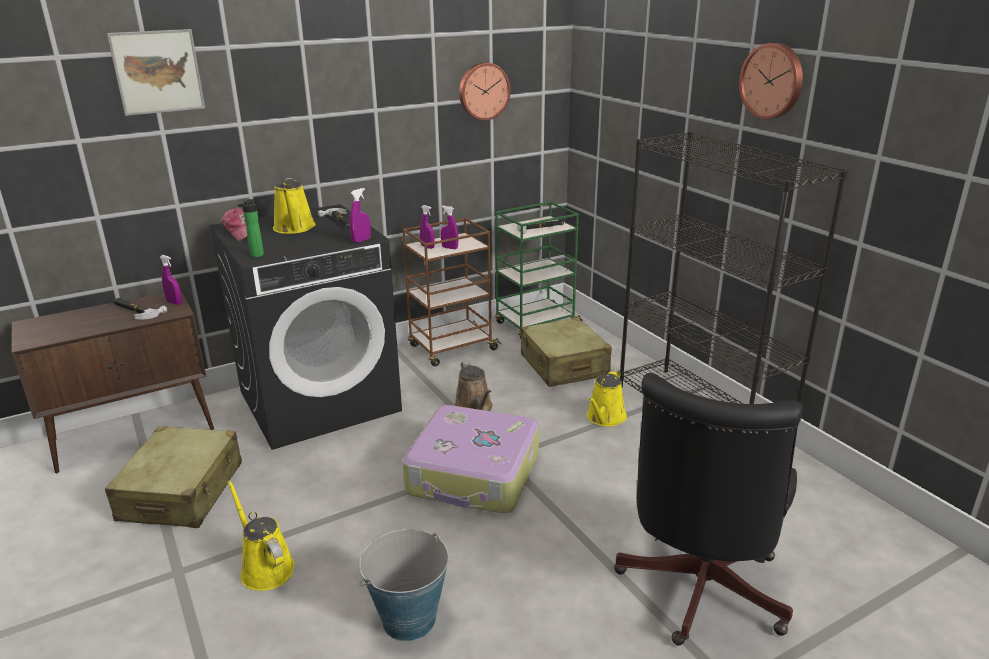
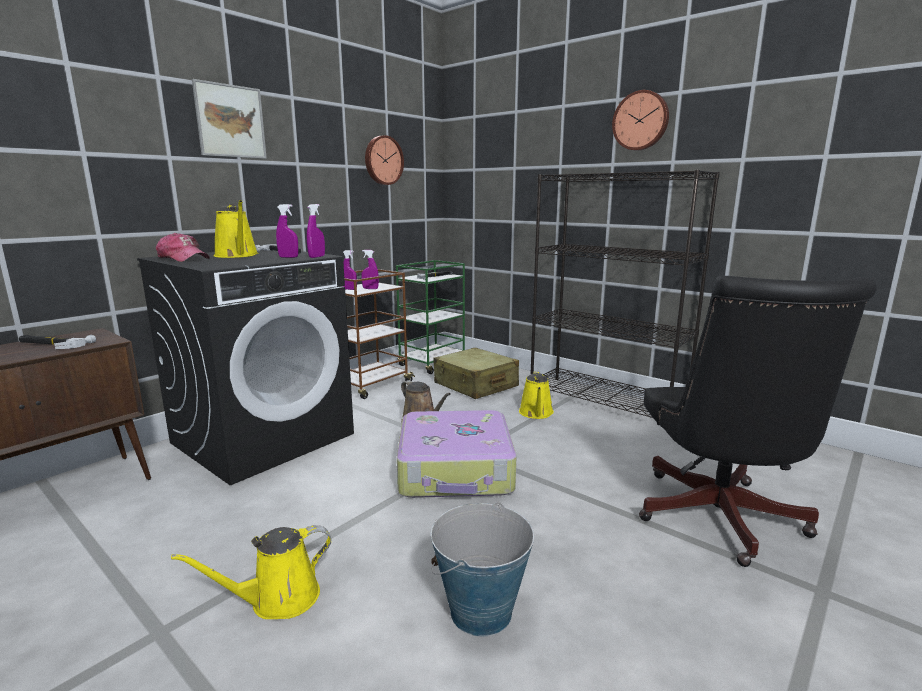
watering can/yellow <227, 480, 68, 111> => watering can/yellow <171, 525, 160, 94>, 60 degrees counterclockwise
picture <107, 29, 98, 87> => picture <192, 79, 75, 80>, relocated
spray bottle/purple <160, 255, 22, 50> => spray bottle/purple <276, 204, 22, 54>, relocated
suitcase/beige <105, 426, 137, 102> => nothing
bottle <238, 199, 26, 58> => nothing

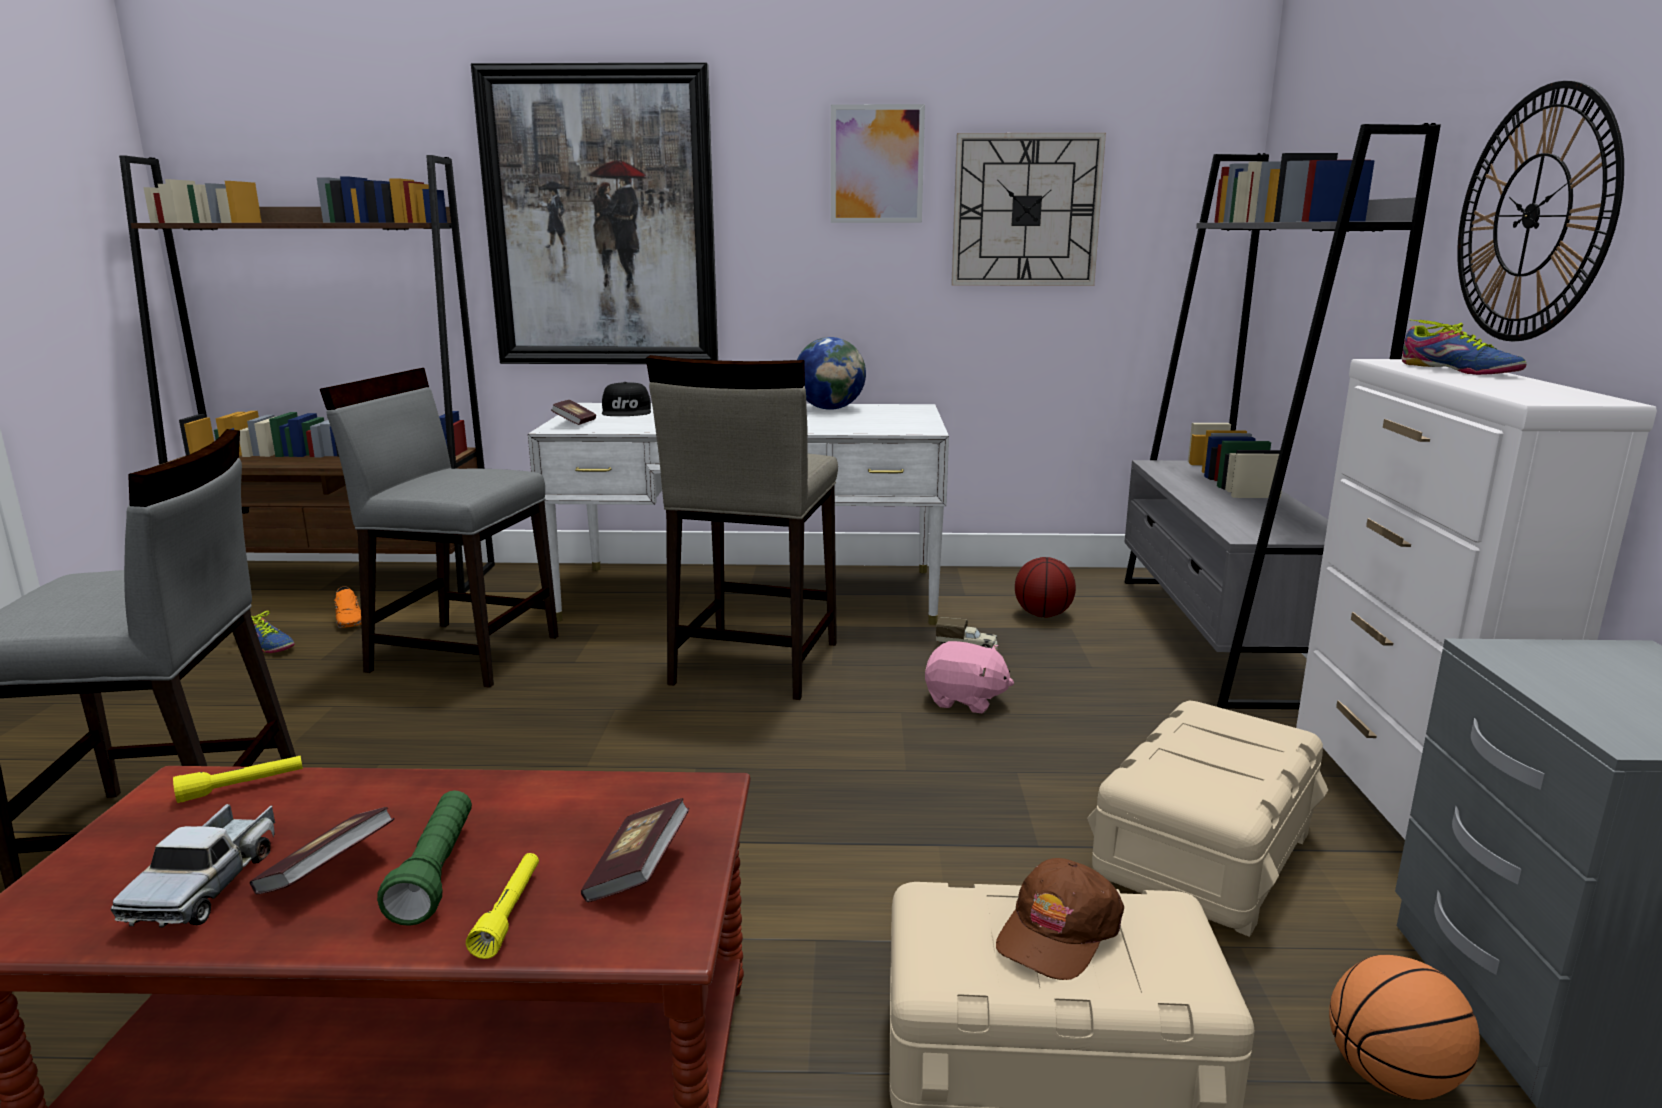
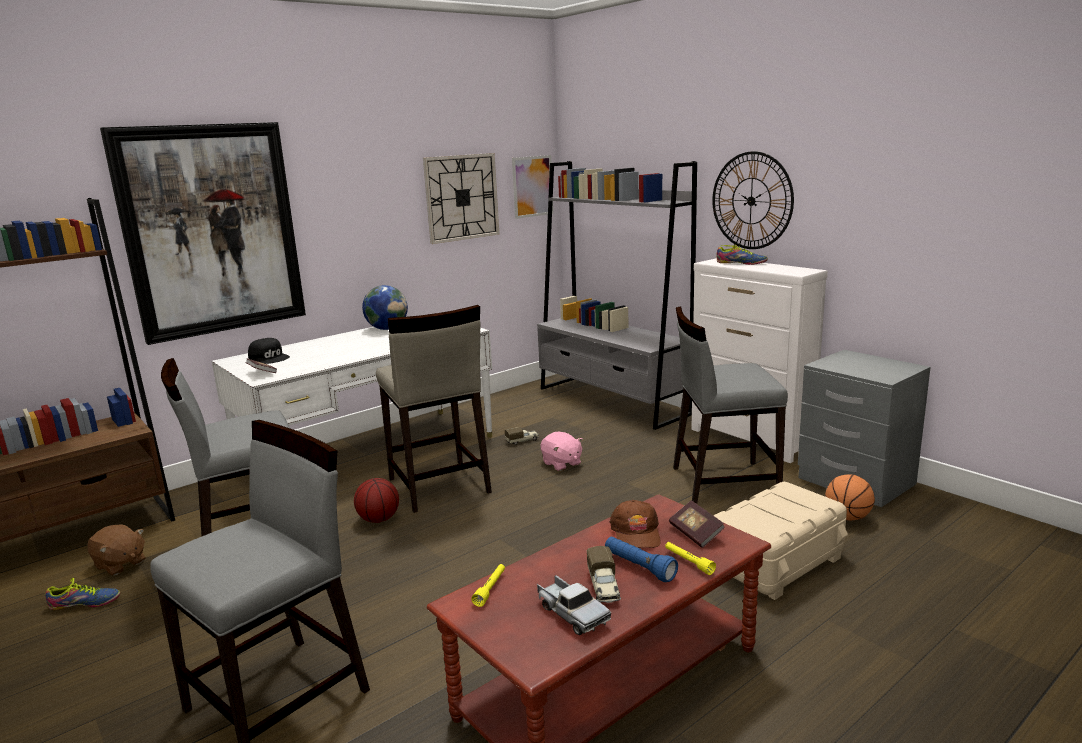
shoe/orange <334, 586, 27, 42> => plush toy/brown <87, 524, 59, 52>
basketball <1015, 557, 61, 61> => basketball <354, 478, 45, 45>, relocated
picture <831, 104, 94, 119> => picture <512, 155, 41, 64>, relocated
plush toy/pink <925, 641, 89, 73> => plush toy/pink <540, 432, 43, 39>, 75 degrees clockwise
book <250, 807, 144, 87> => toy truck <587, 546, 34, 57>
flashlight/green <377, 791, 95, 135> => flashlight/blue <605, 537, 73, 45>
cap/brown <996, 858, 128, 122> => cap/brown <610, 500, 51, 48>, relocated
storage box/beige <1087, 700, 241, 237> => chair/grey <673, 306, 115, 198>

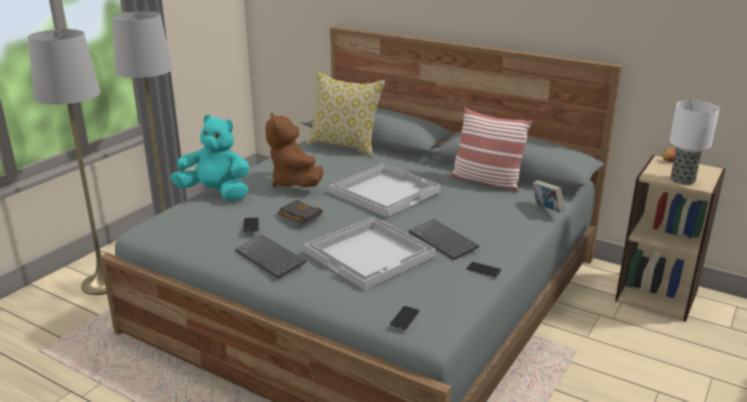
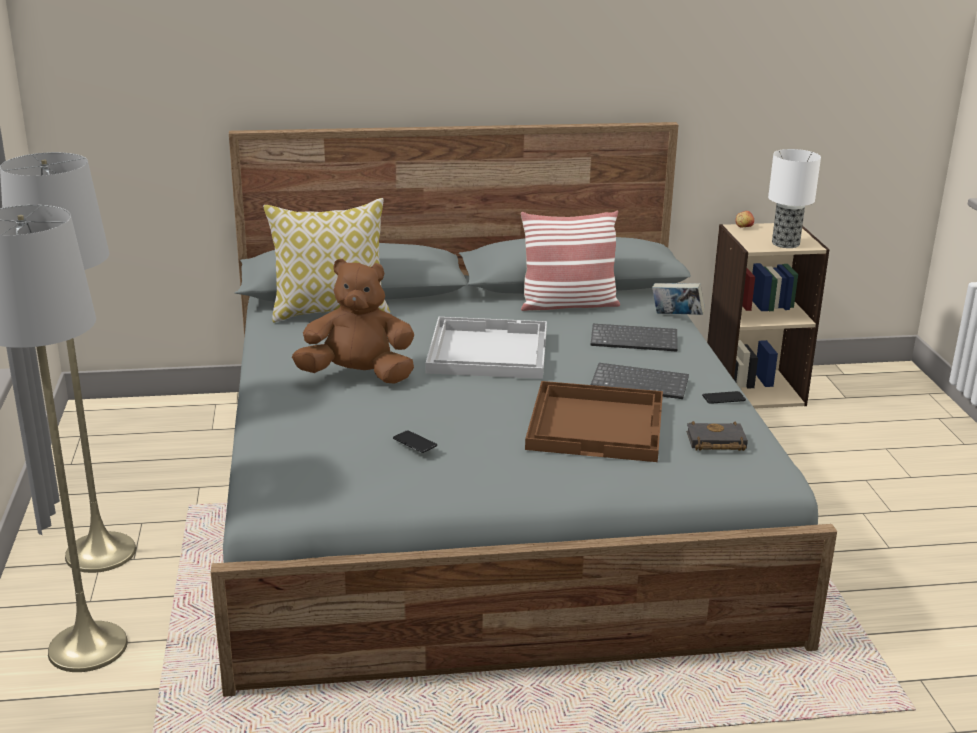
plush toy/brown <266, 112, 58, 75> => plush toy/brown <292, 259, 122, 125>, 150 degrees clockwise
tray/white <304, 217, 132, 73> => tray/brown <525, 381, 138, 81>
keyboard <235, 235, 71, 43> => keyboard <591, 324, 86, 27>, relocated
book/black <278, 200, 45, 24> => book/black <686, 421, 62, 30>, relocated
plush toy/turquoise <171, 115, 78, 86> => nothing
phone <390, 306, 29, 23> => nothing

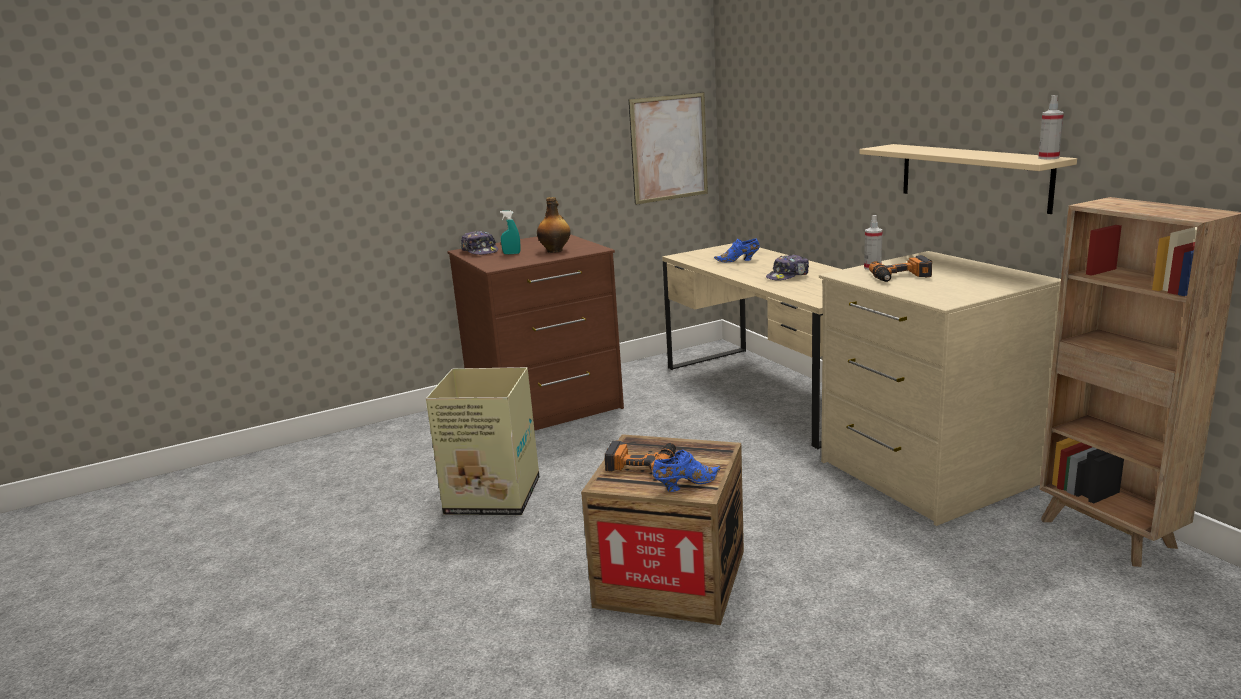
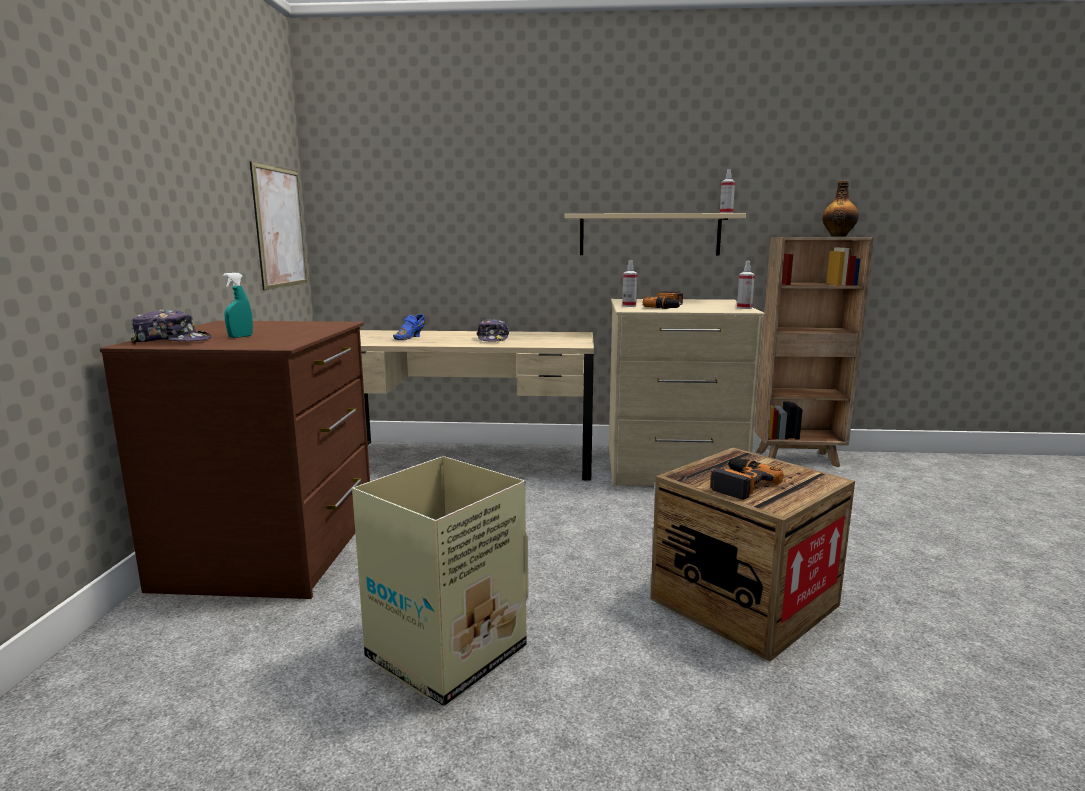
nothing => spray bottle <737, 261, 18, 48>
bottle <537, 197, 34, 56> => bottle <822, 181, 37, 56>, relocated
shoe/blue <653, 450, 68, 42> => nothing

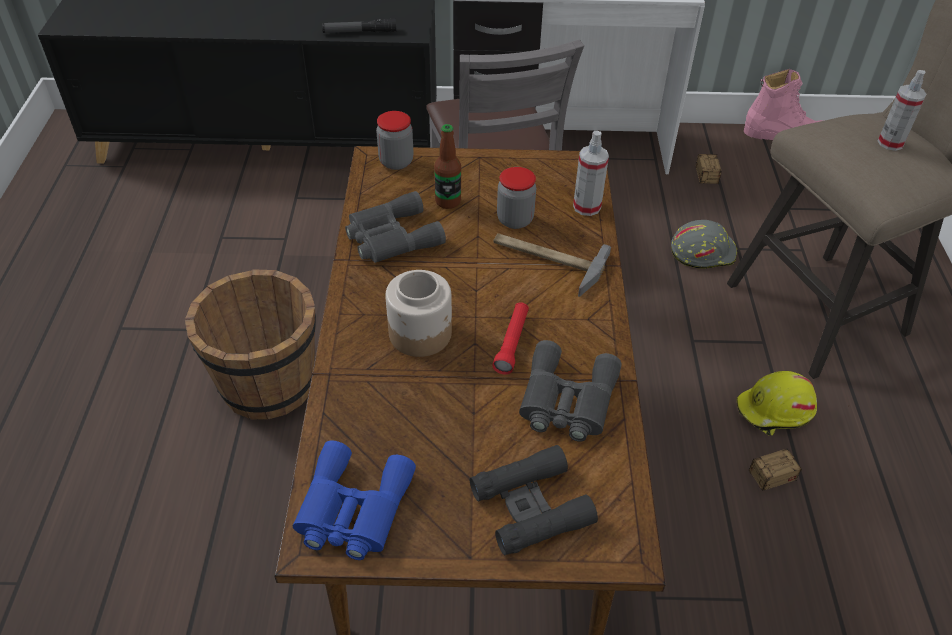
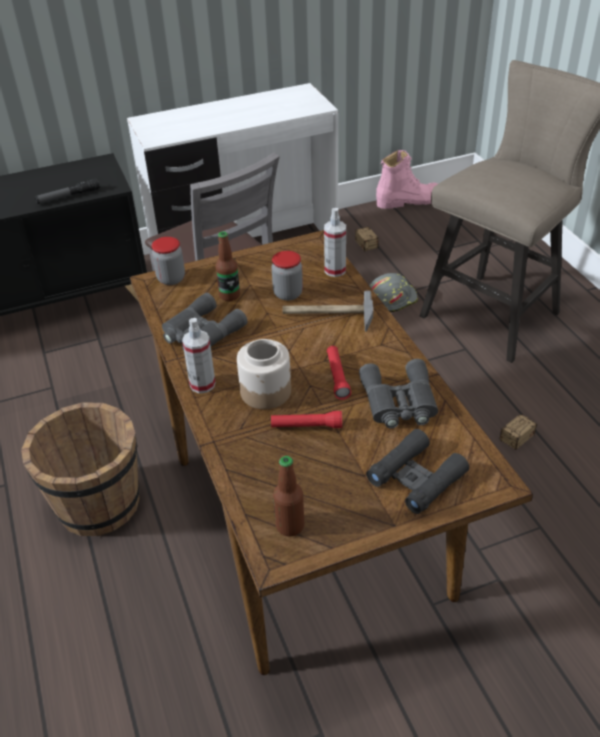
spray bottle <878, 70, 48, 81> => spray bottle <182, 318, 34, 75>, relocated
nothing => flashlight/red <271, 411, 71, 17>
binoculars/blue <293, 441, 123, 119> => bottle <273, 456, 31, 81>
hard hat/yellow <736, 371, 81, 64> => nothing

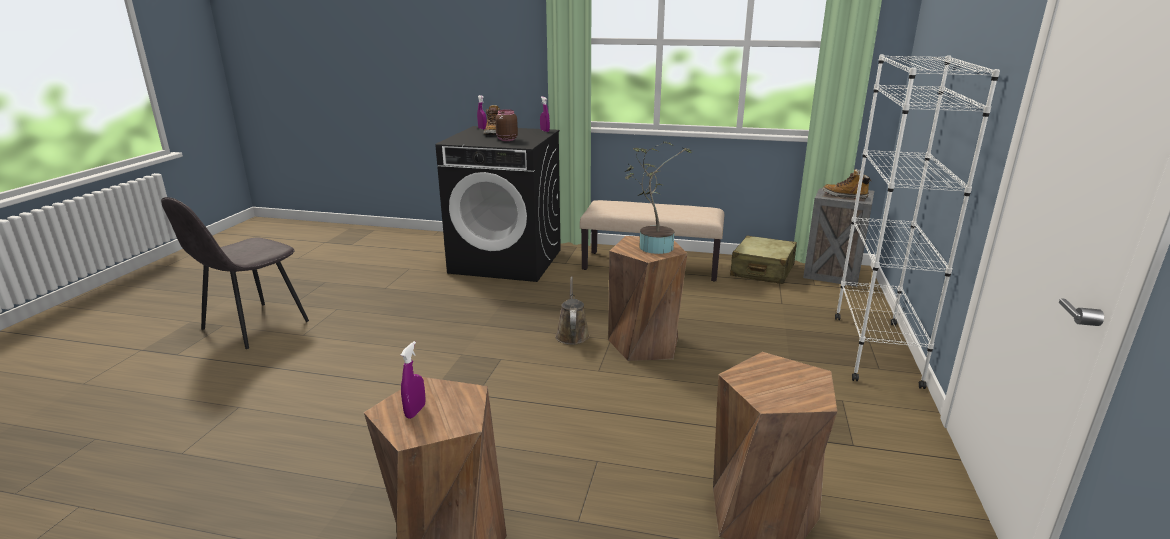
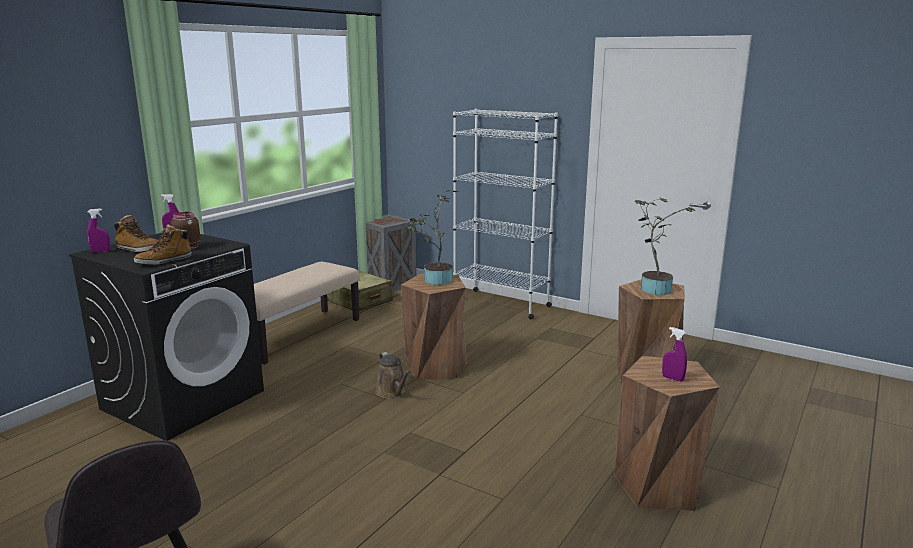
boot <823, 169, 48, 30> => boot <134, 224, 58, 41>, relocated
watering can/brown <555, 276, 35, 69> => watering can/brown <376, 352, 34, 47>, 135 degrees counterclockwise
nothing => potted plant <635, 198, 60, 97>

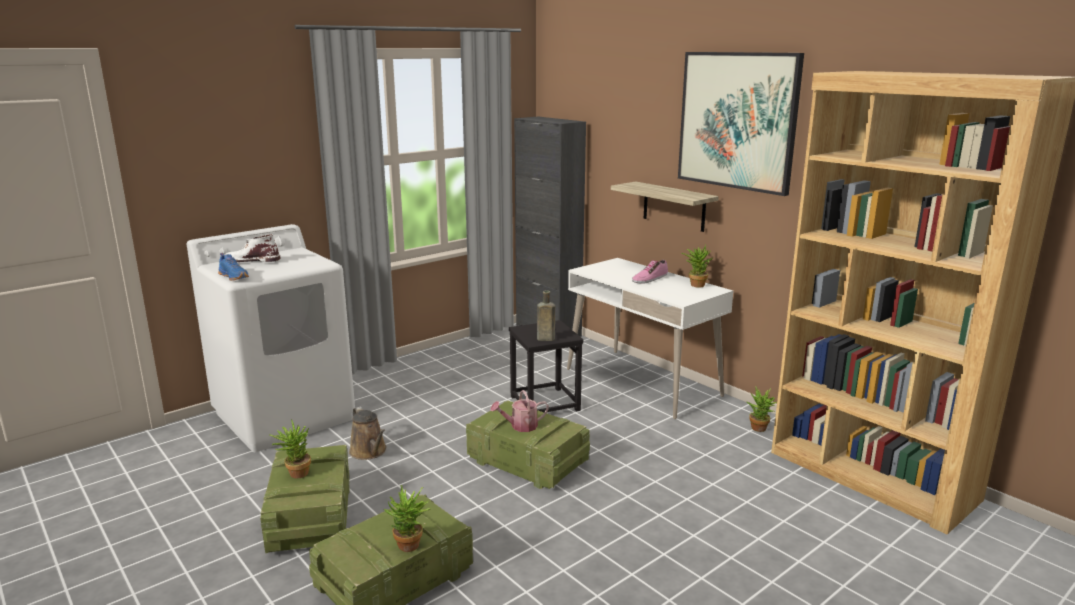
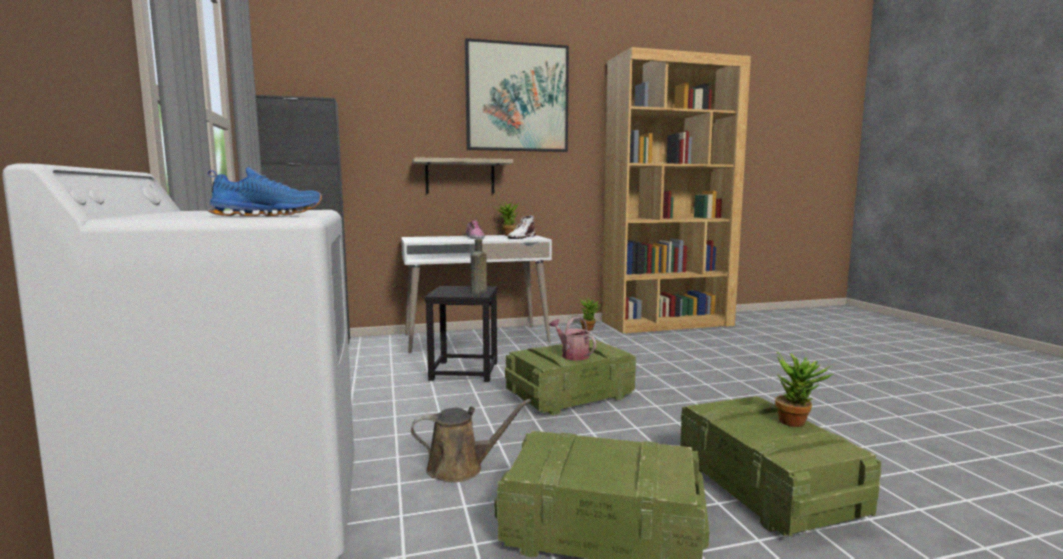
boot/white <225, 234, 55, 28> => boot/white <507, 215, 29, 24>, relocated
watering can <490, 390, 59, 42> => watering can <549, 317, 47, 43>, 135 degrees clockwise
potted plant <269, 419, 42, 60> => nothing

